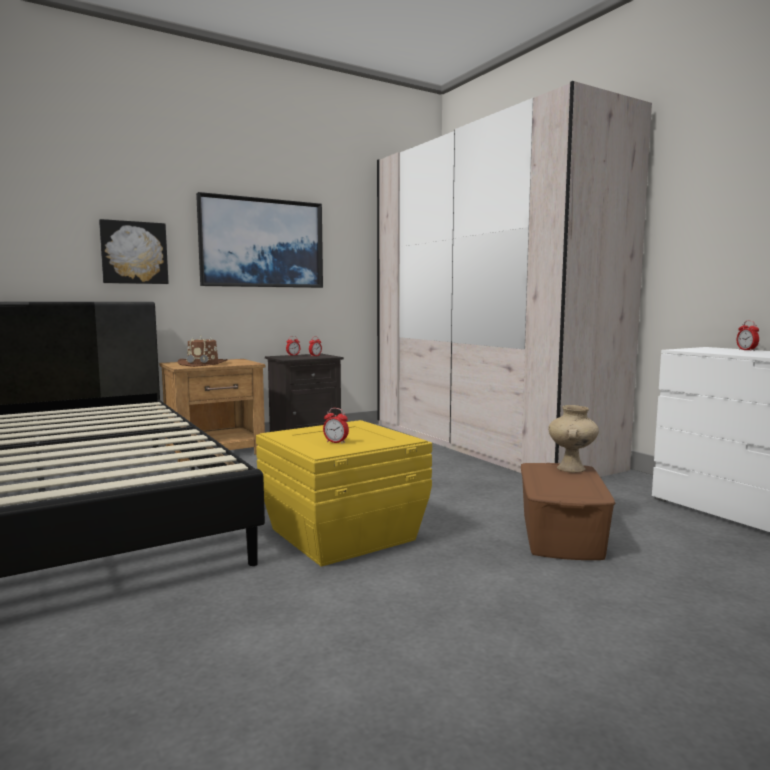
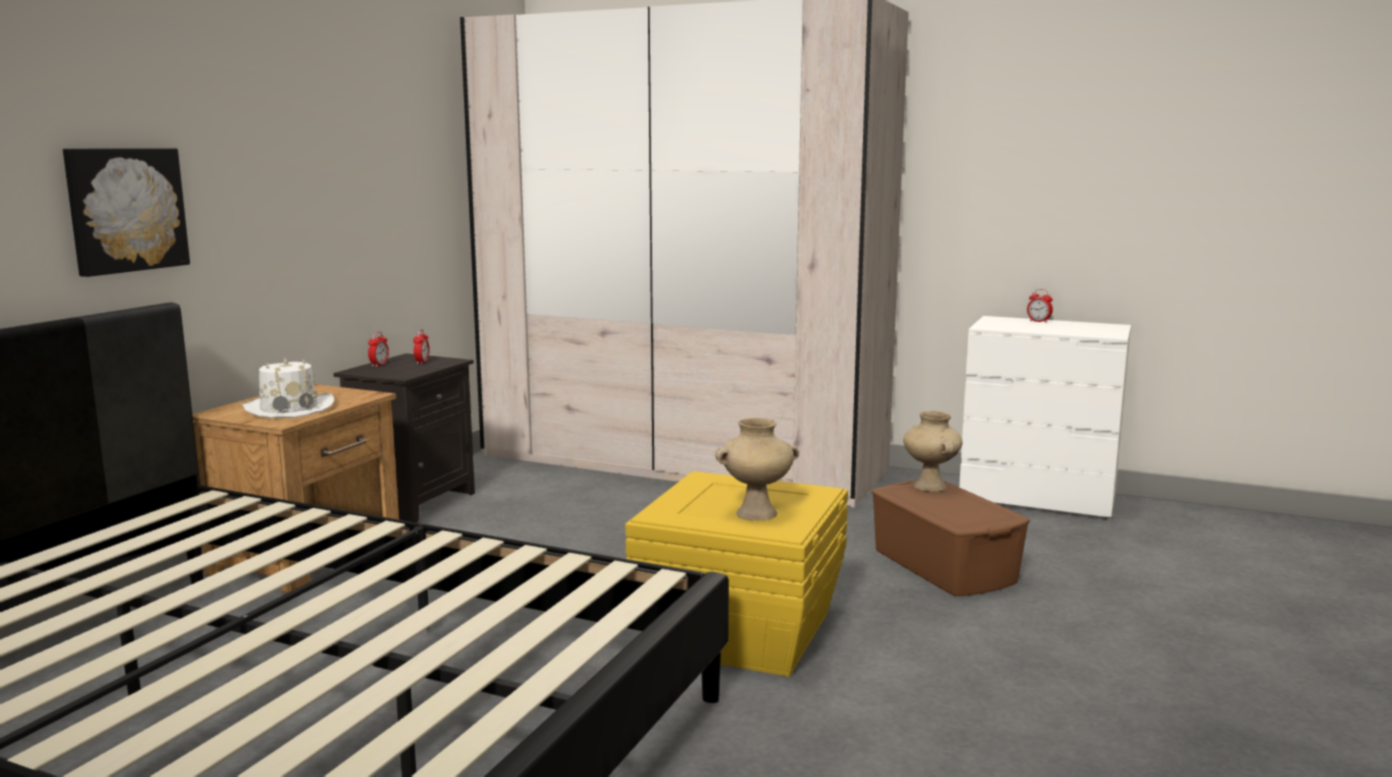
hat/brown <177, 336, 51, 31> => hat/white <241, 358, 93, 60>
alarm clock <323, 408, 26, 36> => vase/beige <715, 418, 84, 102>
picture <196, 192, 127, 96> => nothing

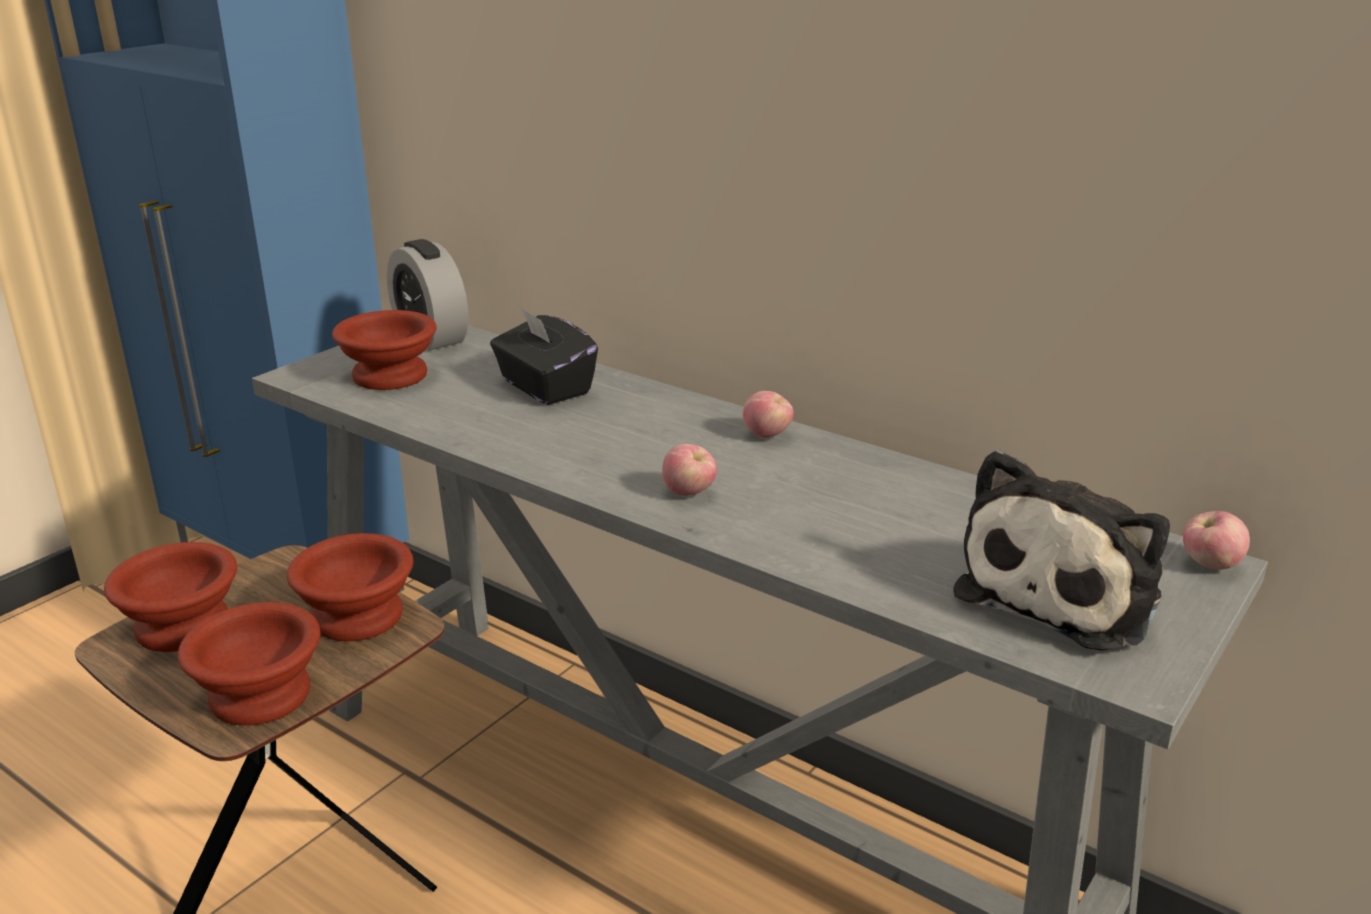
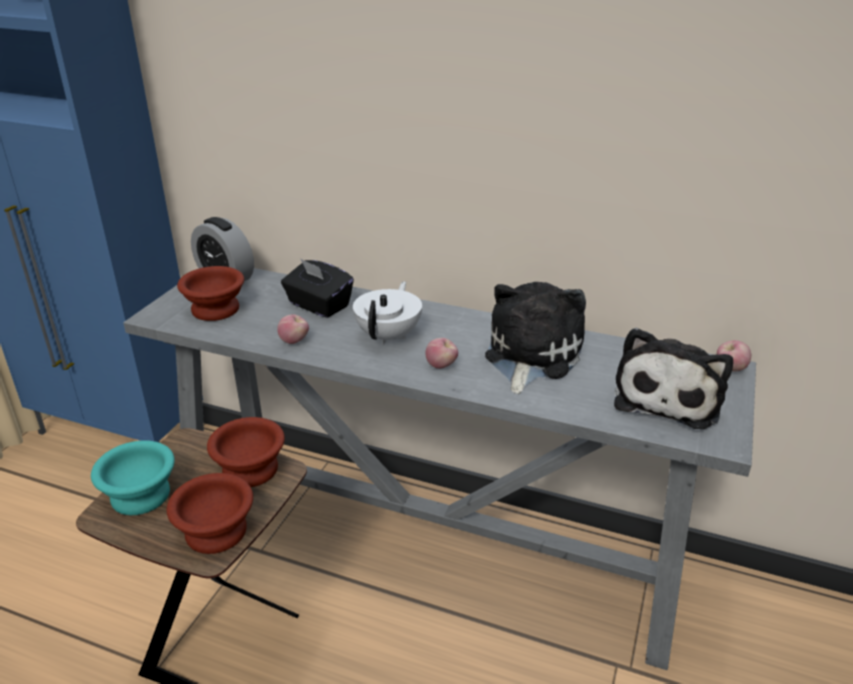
bowl/brown <104, 542, 133, 110> => bowl/turquoise <91, 440, 84, 75>
apple <743, 391, 51, 47> => apple <277, 314, 32, 30>, relocated
nothing => teapot/white <353, 281, 69, 64>
nothing => plush toy <485, 282, 101, 112>

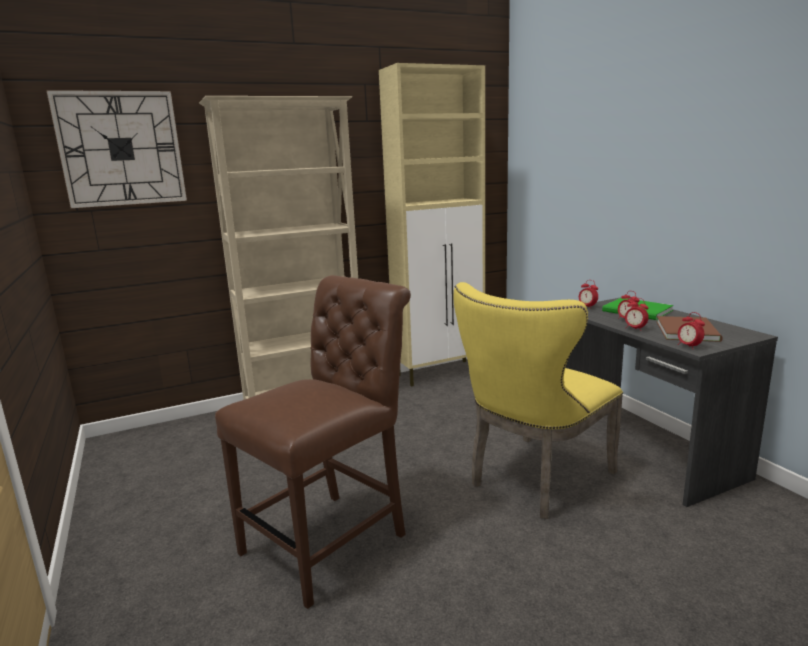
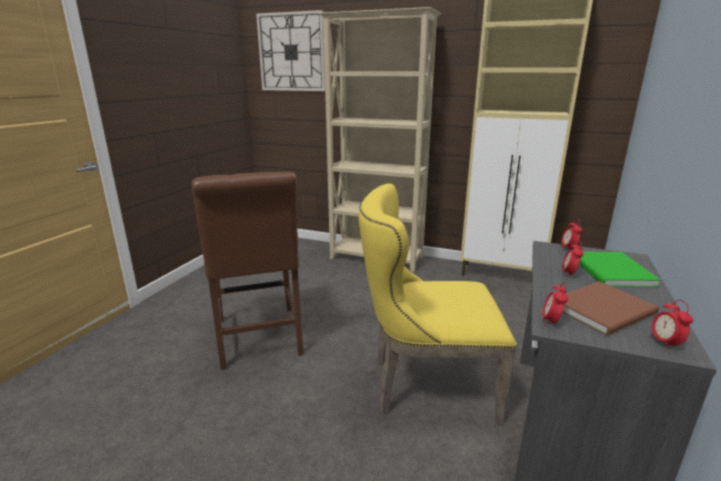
chair/brown <215, 275, 196, 334> => chair/brown <192, 172, 112, 198>, 75 degrees clockwise
alarm clock <625, 298, 24, 32> => alarm clock <650, 300, 43, 50>, relocated

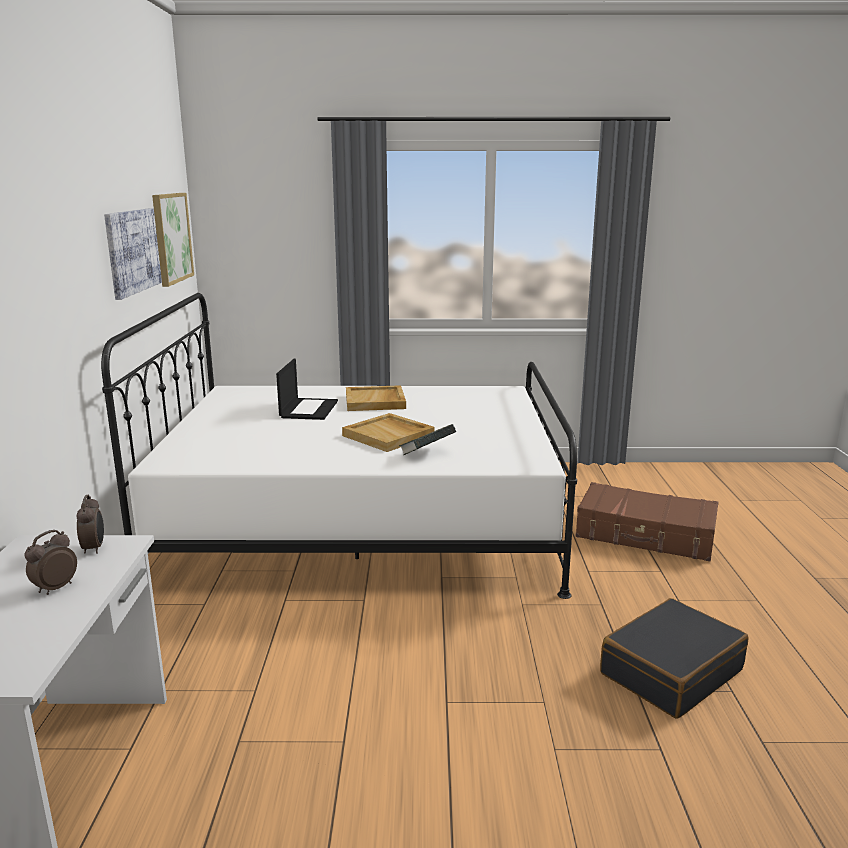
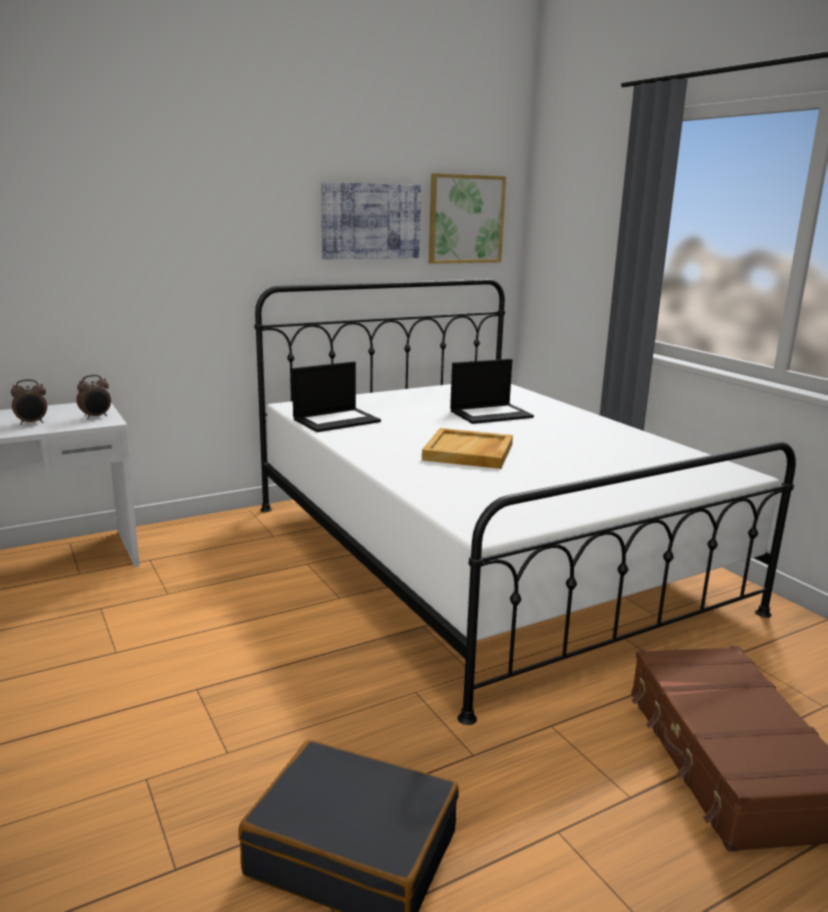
alarm clock <24, 530, 53, 65> => alarm clock <11, 379, 36, 46>, 150 degrees clockwise
nothing => laptop <292, 362, 89, 70>
tray/beige <346, 385, 60, 26> => nothing
book <399, 424, 57, 31> => nothing

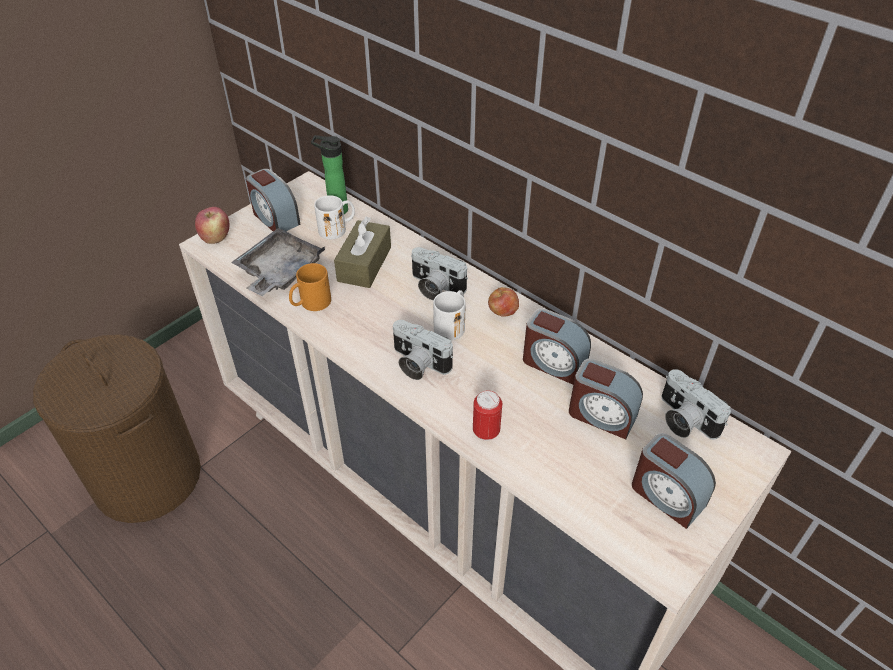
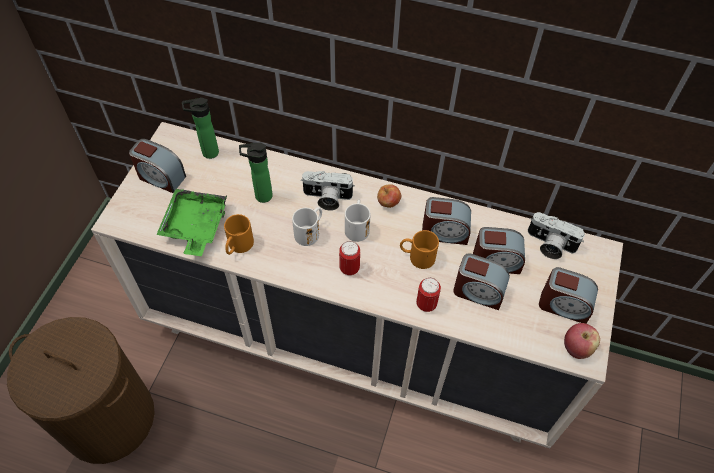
tray/grey <231, 228, 94, 68> => tray/green <156, 189, 71, 67>
tissue box/brown <334, 216, 57, 72> => bottle <239, 143, 34, 60>
mug/white <314, 195, 41, 44> => mug/white <292, 207, 30, 39>, relocated
photo camera <393, 320, 60, 60> => can <339, 241, 21, 34>
nothing => mug/orange <400, 230, 39, 39>
nothing => alarm clock <453, 253, 57, 57>
apple <195, 207, 34, 37> => apple <564, 323, 36, 36>, relocated

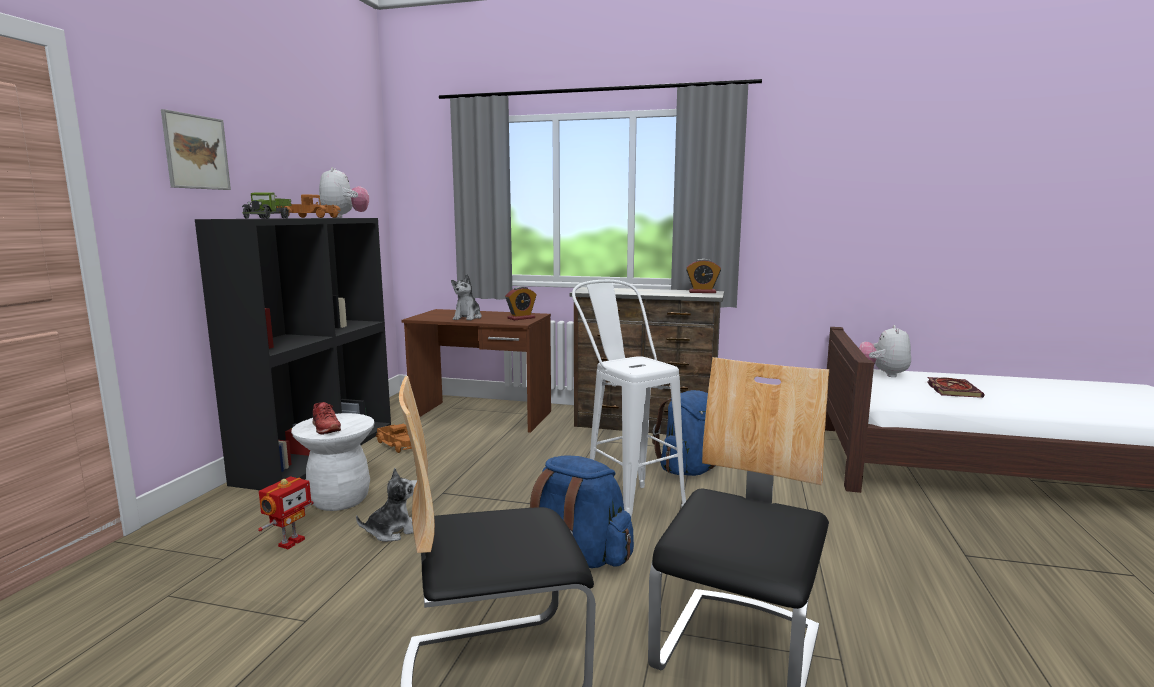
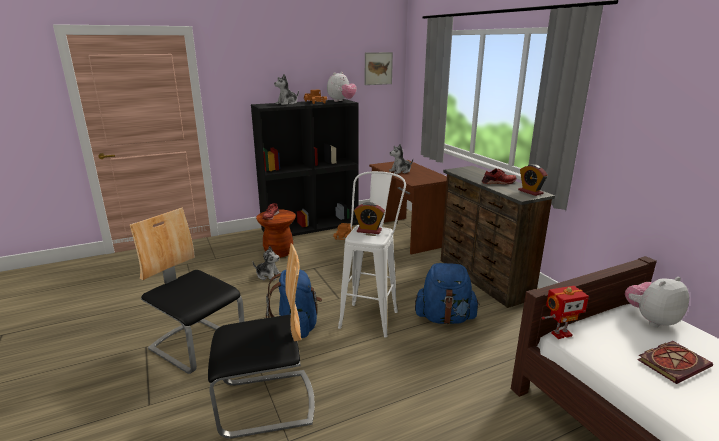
stool/white <291, 413, 83, 98> => stool/brown <256, 210, 40, 48>
toy truck <242, 193, 50, 26> => plush toy <274, 74, 25, 31>
alarm clock <505, 286, 31, 34> => alarm clock <354, 202, 31, 32>, relocated
picture <161, 109, 70, 81> => picture <365, 52, 28, 33>, relocated
nothing => shoe/red <482, 168, 34, 16>
toy robot <258, 476, 56, 73> => toy robot <542, 286, 47, 53>, relocated

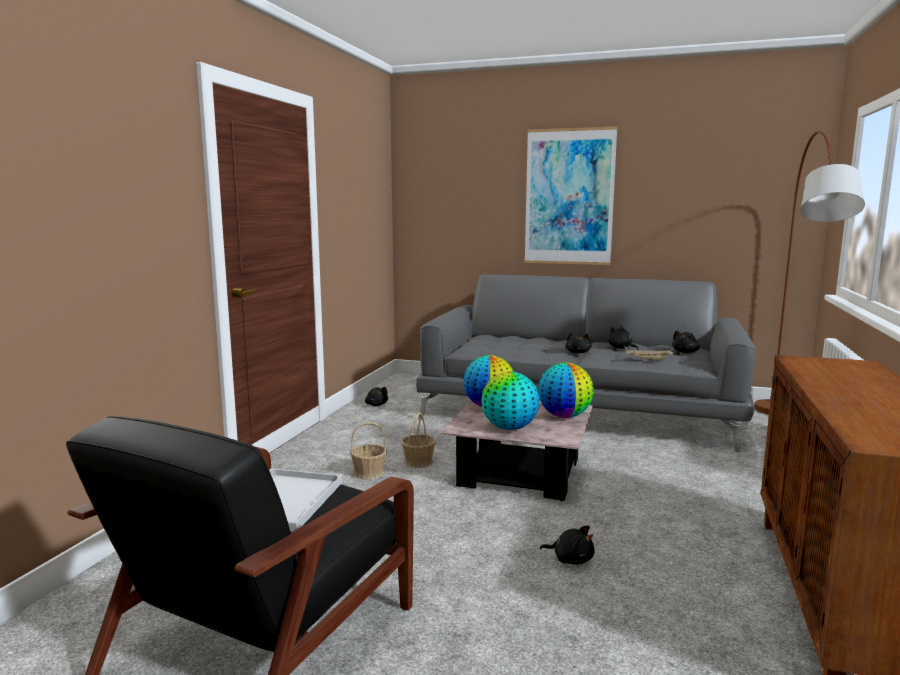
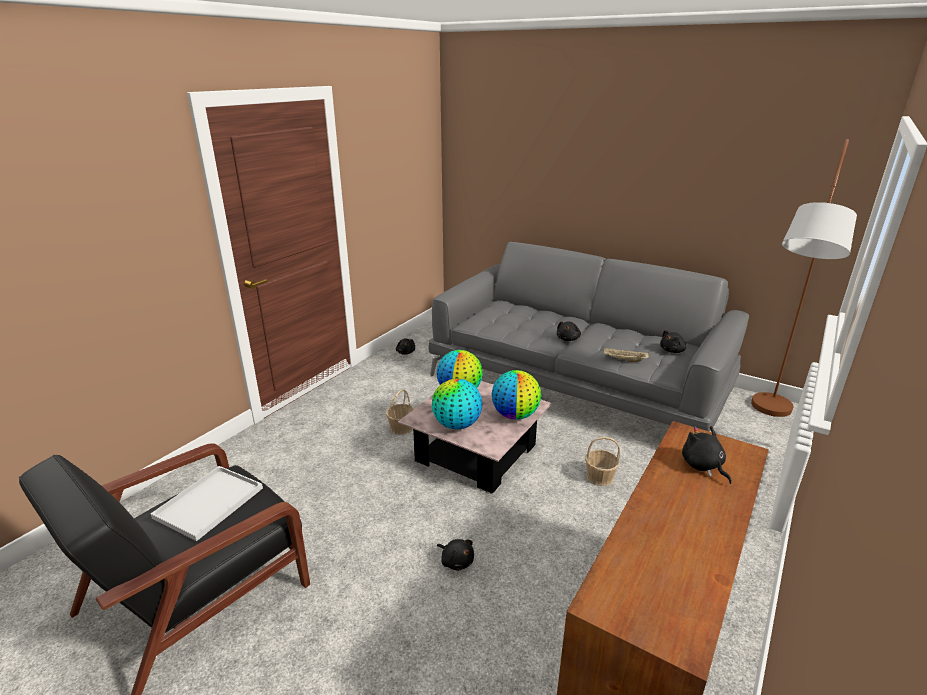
basket <350, 422, 37, 58> => basket <585, 437, 35, 49>, relocated
plush toy/black <608, 325, 30, 25> => plush toy/black <682, 426, 50, 58>, relocated
picture <524, 126, 93, 139> => nothing

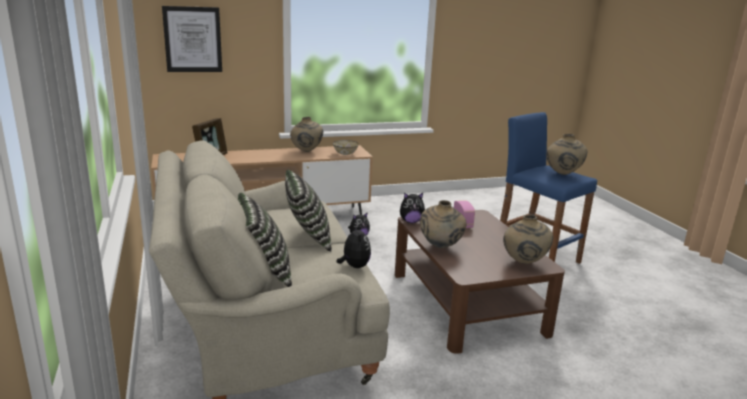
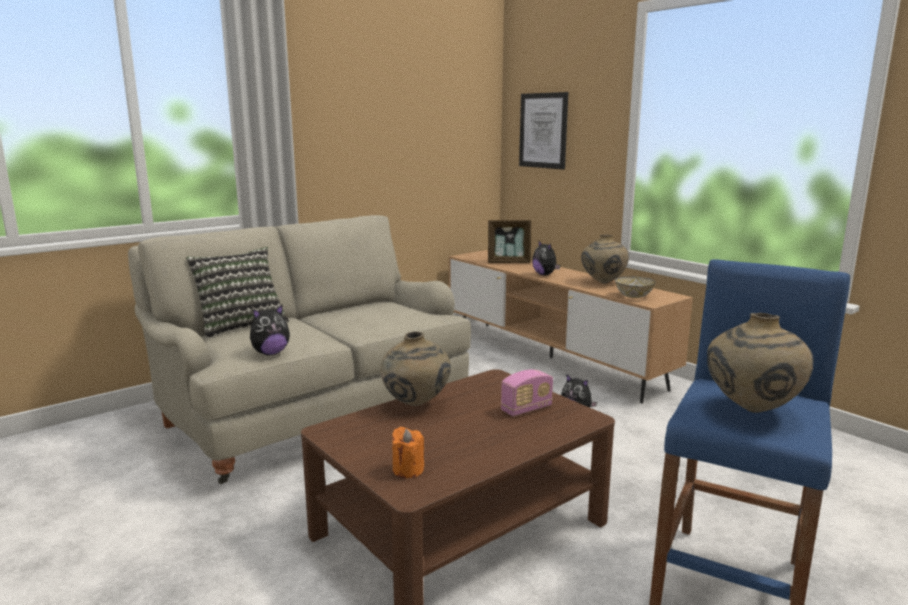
vase/beige <503, 215, 50, 49> => candle/orange <392, 427, 32, 51>
plush toy <400, 193, 25, 30> => plush toy <532, 240, 28, 35>, relocated
pillow <285, 170, 47, 82> => nothing

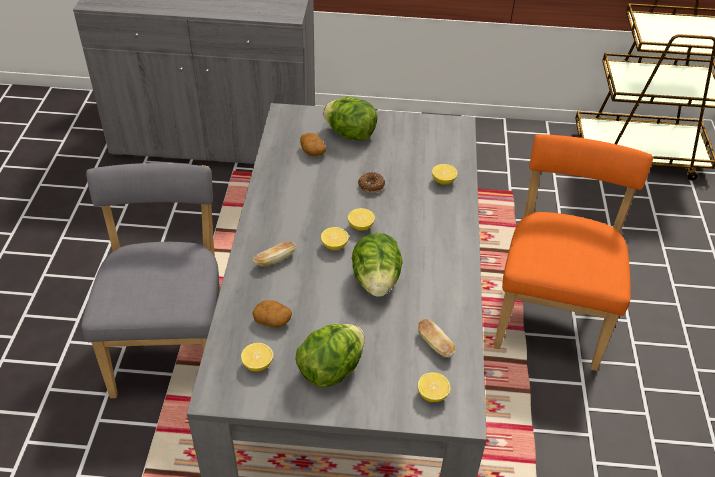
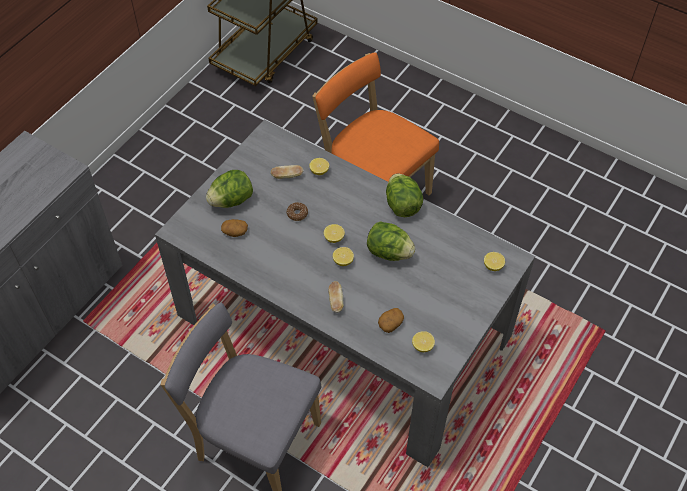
bread <418, 319, 37, 39> => bread <271, 165, 33, 14>, relocated
lettuce <295, 324, 70, 63> => lettuce <386, 173, 37, 44>, relocated

